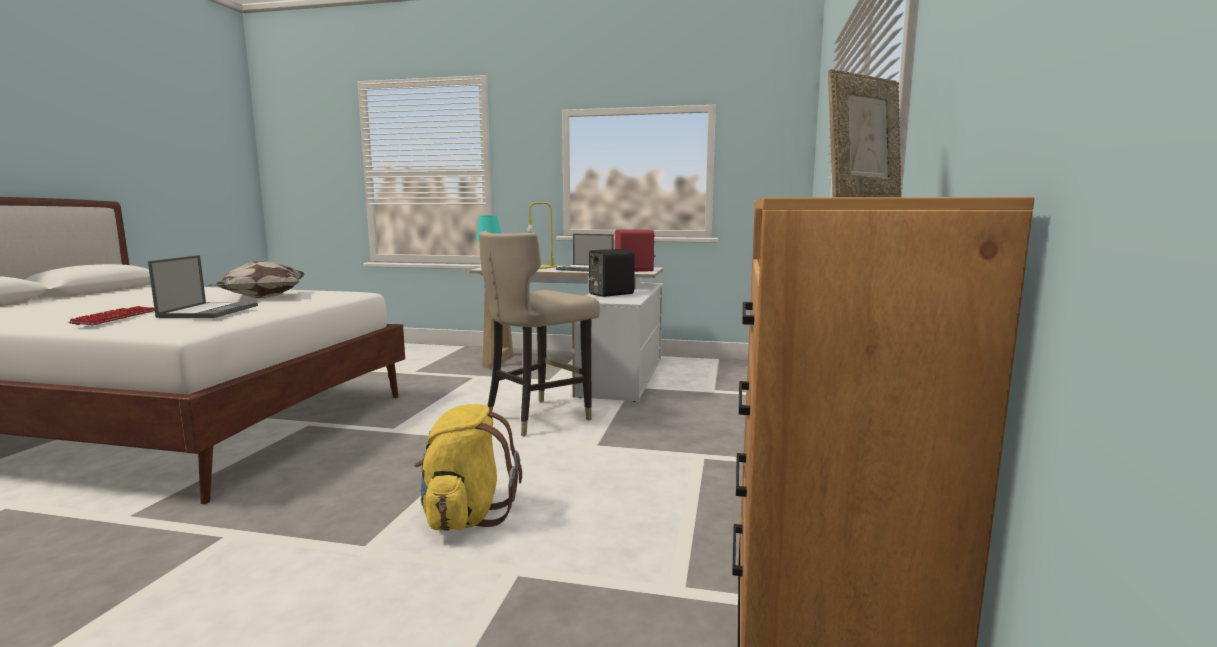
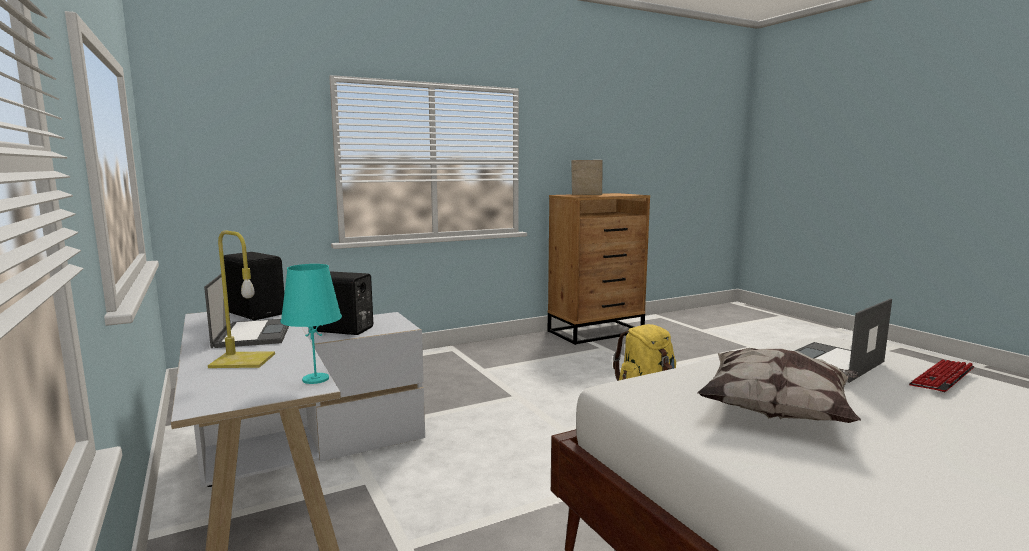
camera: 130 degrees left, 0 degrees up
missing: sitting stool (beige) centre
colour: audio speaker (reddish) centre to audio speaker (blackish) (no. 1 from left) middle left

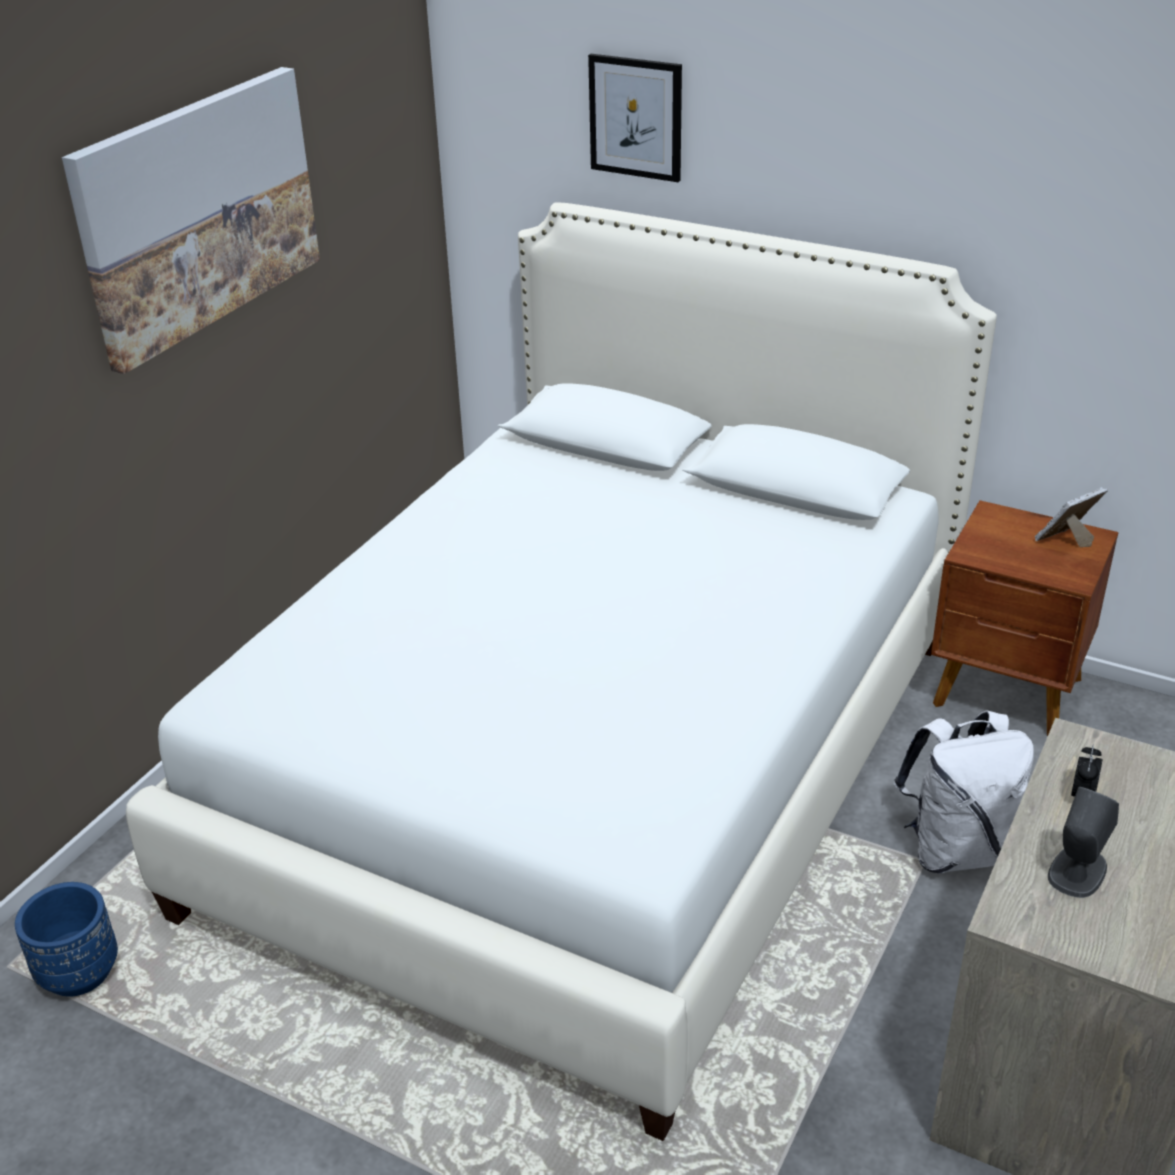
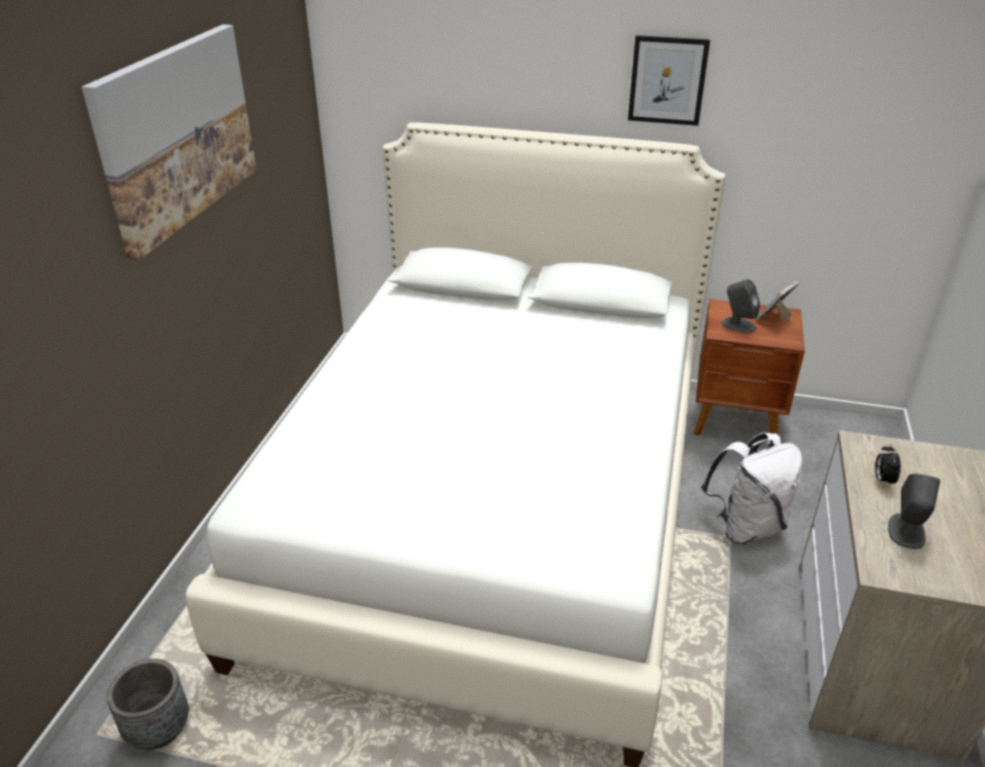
camera: 15 degrees left, 0 degrees up
appeared: audio speaker (gray) (no. 1 from left) middle right
relocated: wall picture (no. 2 from left) top centre to top right
colour: flower pot (blue-coloured) bottom left to flower pot (gray) bottom left

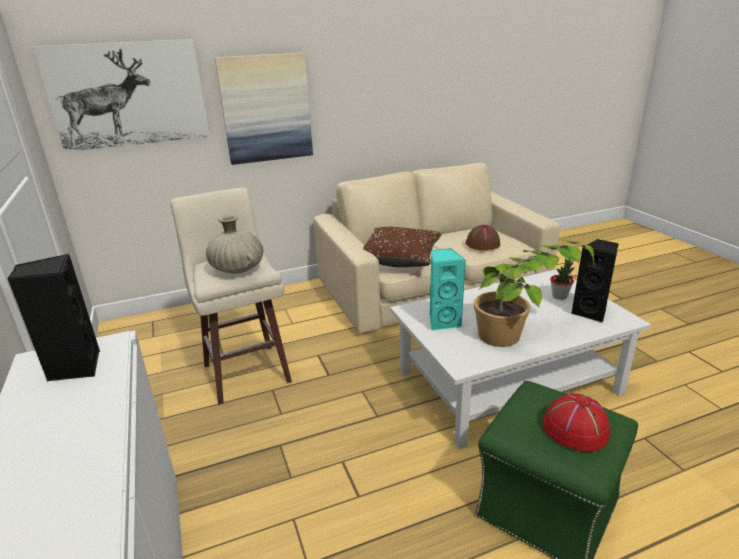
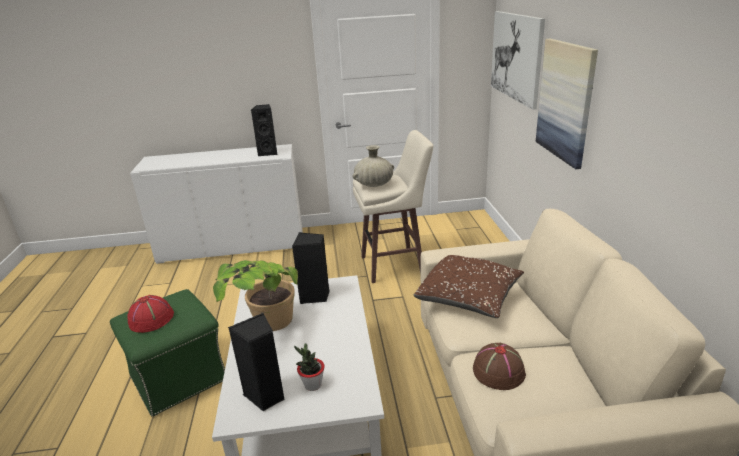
camera: 105 degrees right, 0 degrees up
colour: audio speaker (blue-green) centre to audio speaker (blackish) (no. 3 from left) centre

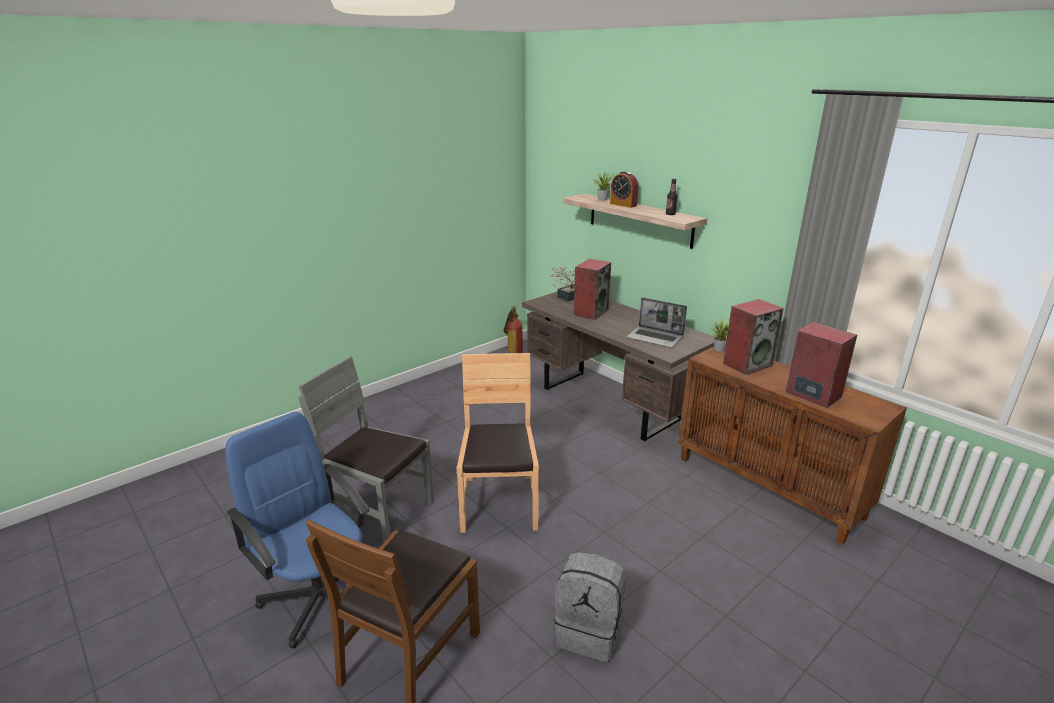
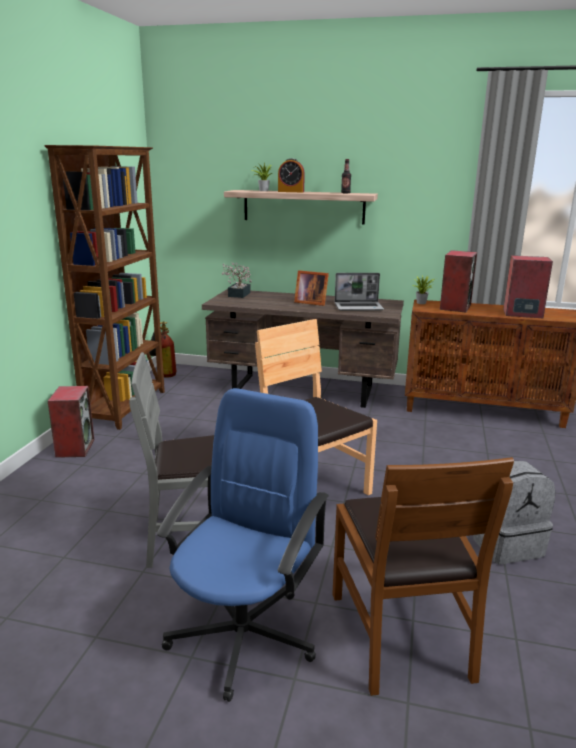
camera: 35 degrees left, 5 degrees down
appeared: bookshelf (brown) middle left; standing frame centre
relocated: audio speaker (no. 1 from left) centre to middle left
spun: desk chair (blue-coloured) bottom left = bottom centre 105 degrees clockwise

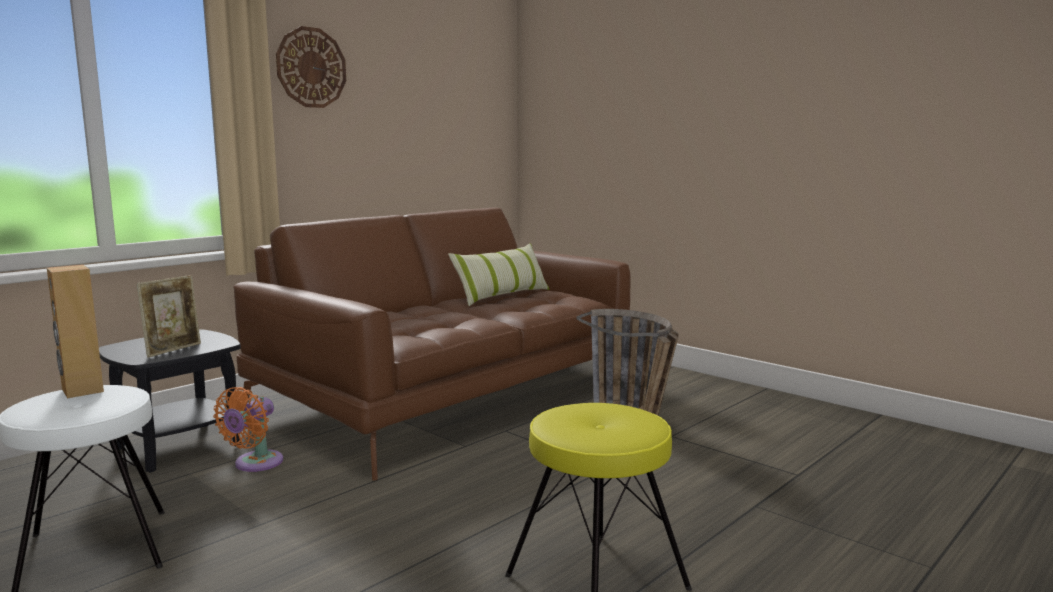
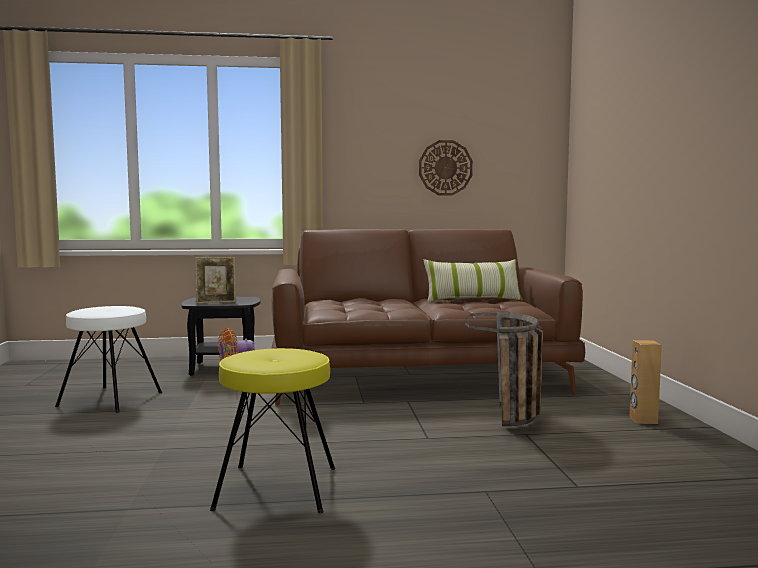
camera: 40 degrees right, 5 degrees down
relocated: audio speaker (brown) middle left to bottom right; clock on the wall top left to top centre

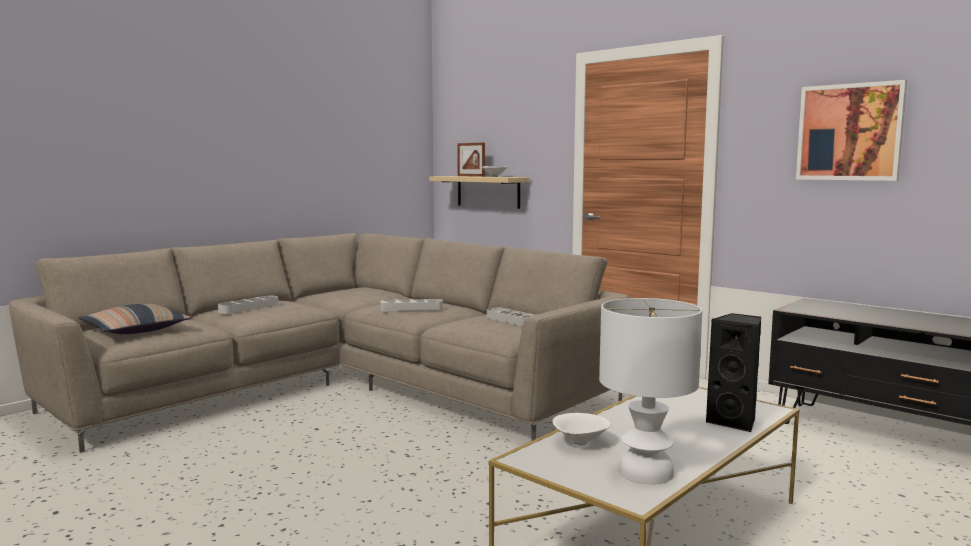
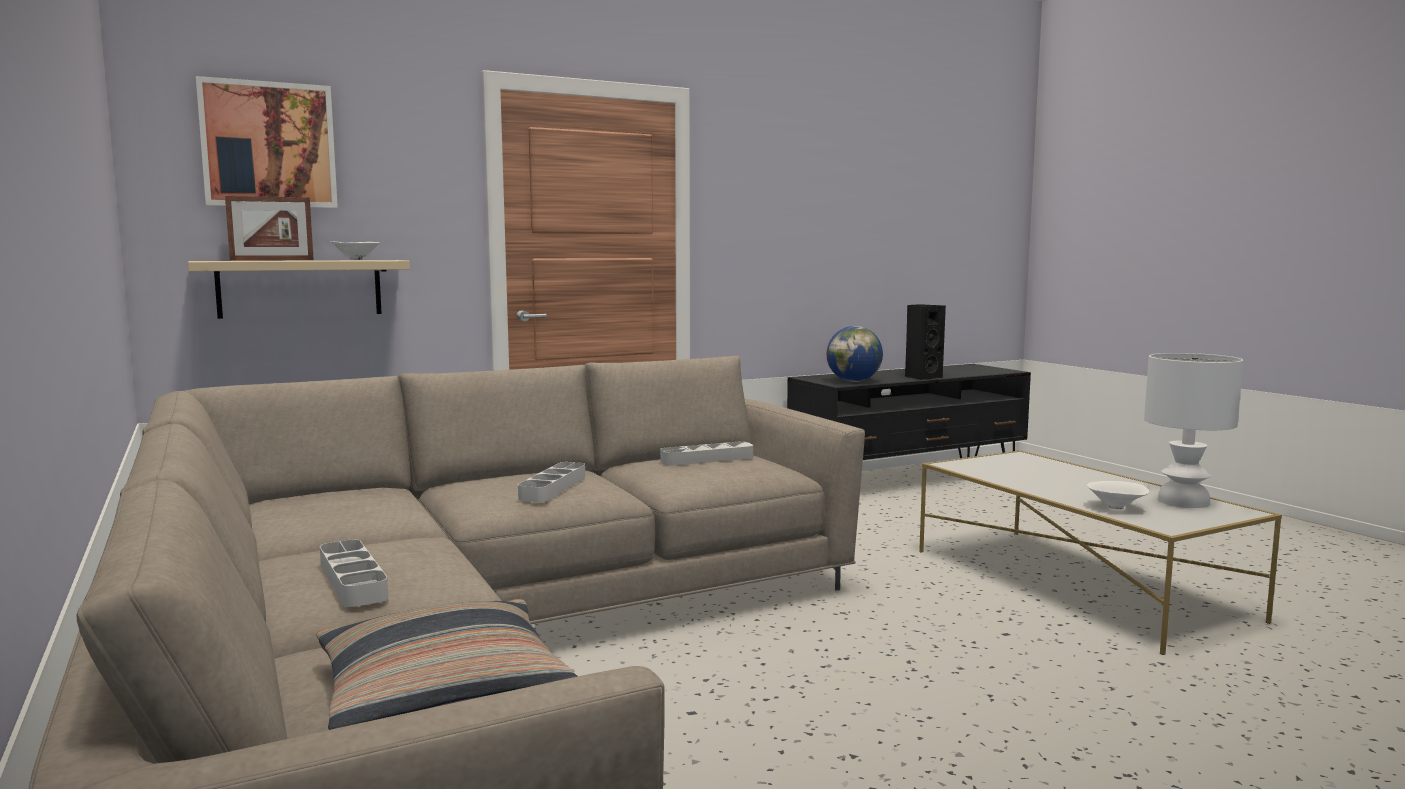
camera: 70 degrees left, 0 degrees up
appeared: world globe centre
relocated: audio speaker (blackish) bottom right to centre; wall picture top right to top left

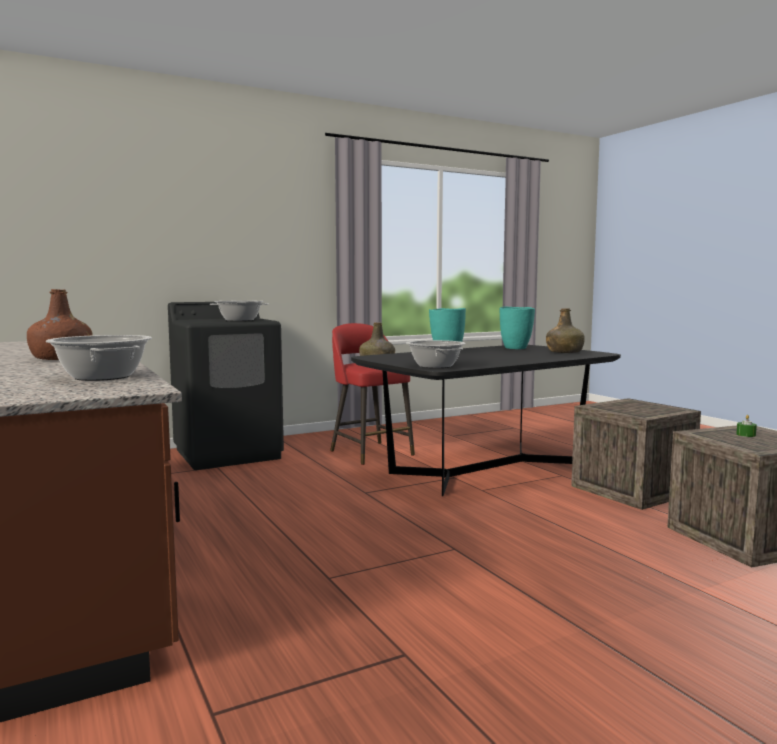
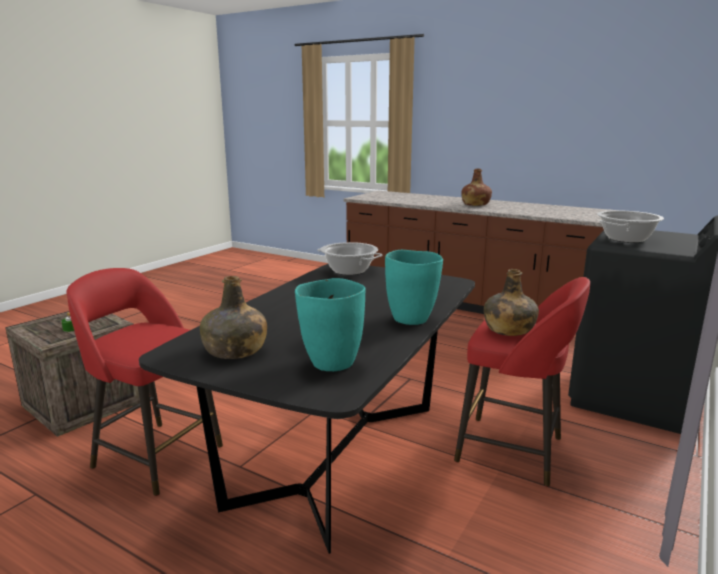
camera: 150 degrees right, 10 degrees up
missing: saucepot (no. 1 from left) middle left
exchanged: packing crate (no. 1 from left) middle right to sitting stool (reddish) (no. 1 from left) middle left

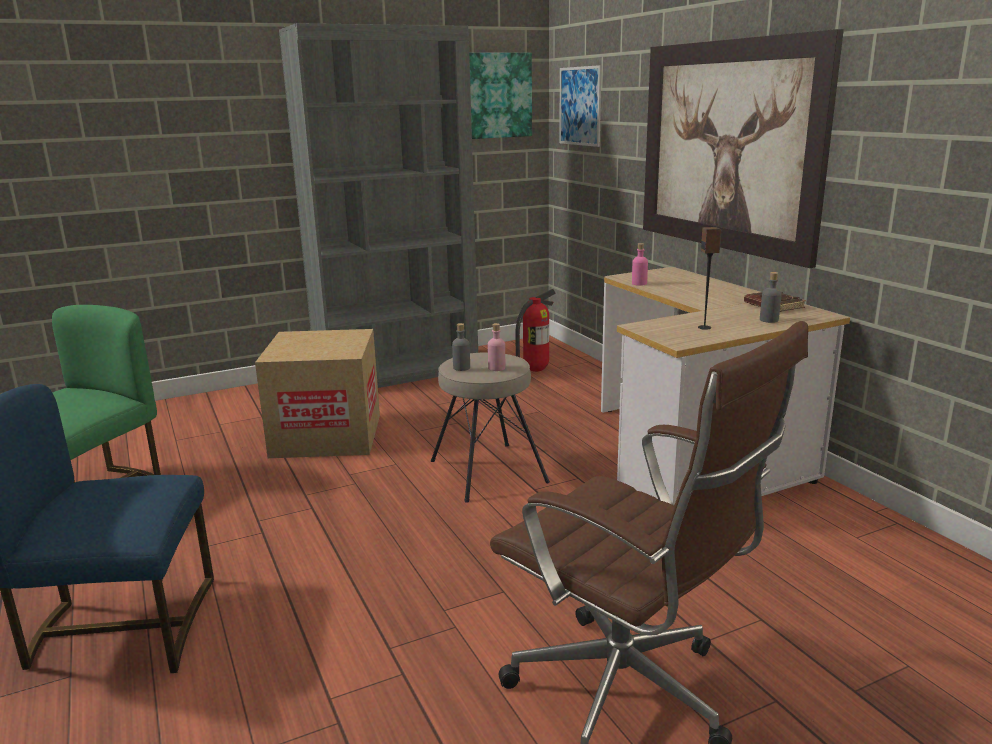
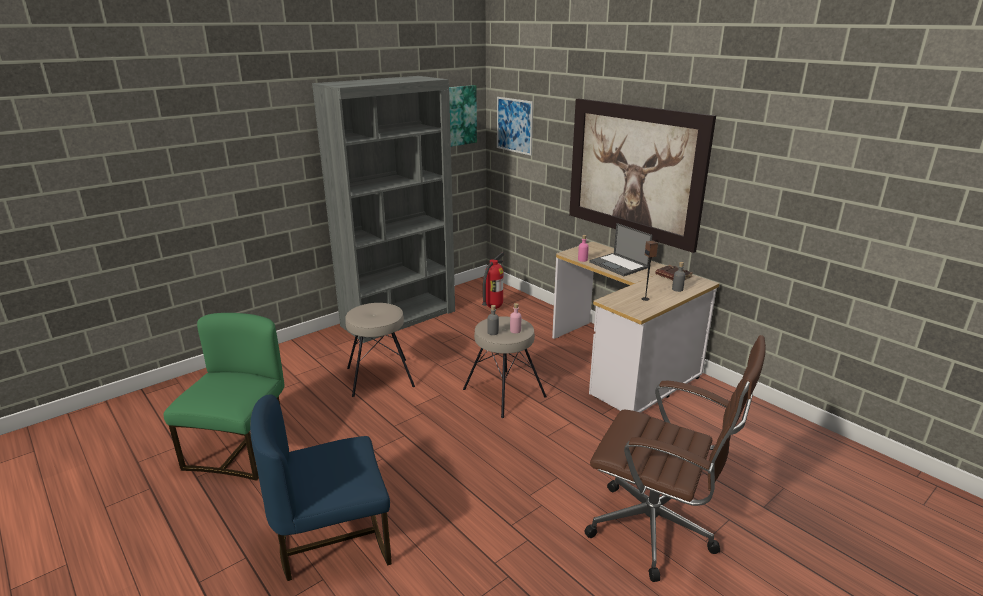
camera: 15 degrees left, 5 degrees up
appeared: notebook computer centre
exchanged: carton middle left to sitting stool (beige) (no. 1 from left) centre

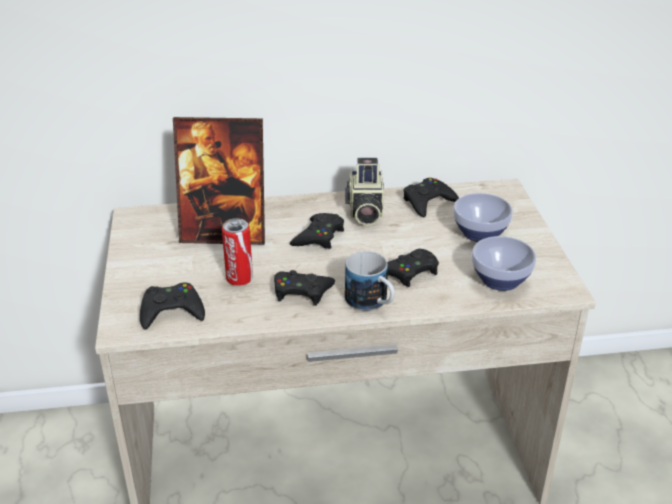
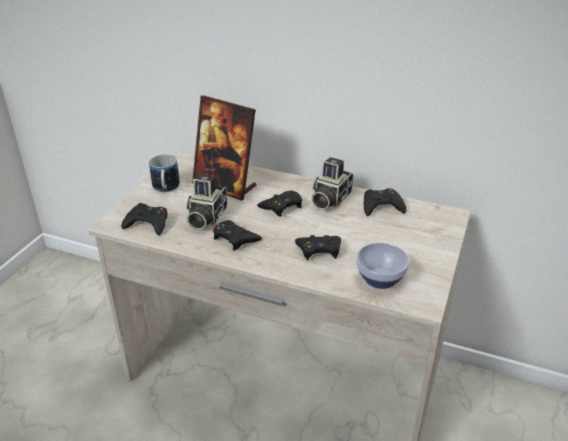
camera: 30 degrees right, 0 degrees up
missing: deep dish (no. 1 from left) middle right
relocated: coffee mug centre to middle left
exchanged: metal can centre to photo camera (no. 1 from left) centre

